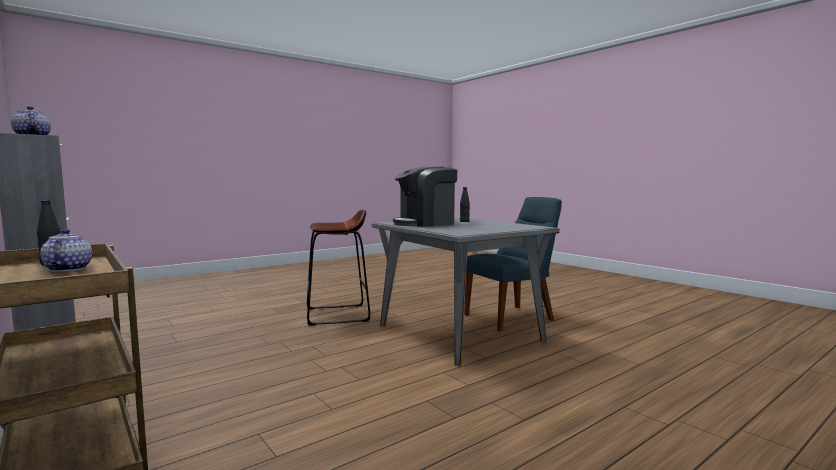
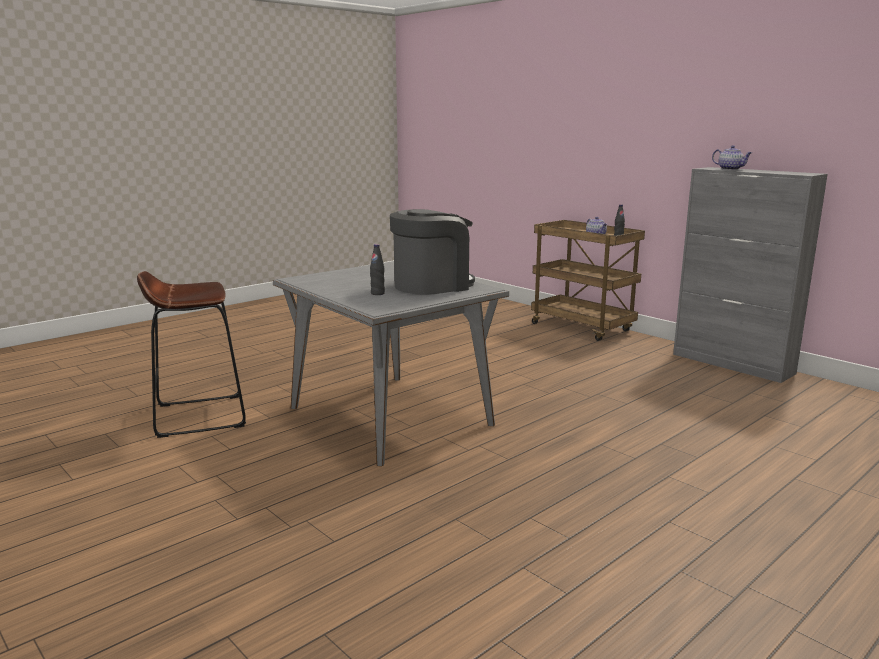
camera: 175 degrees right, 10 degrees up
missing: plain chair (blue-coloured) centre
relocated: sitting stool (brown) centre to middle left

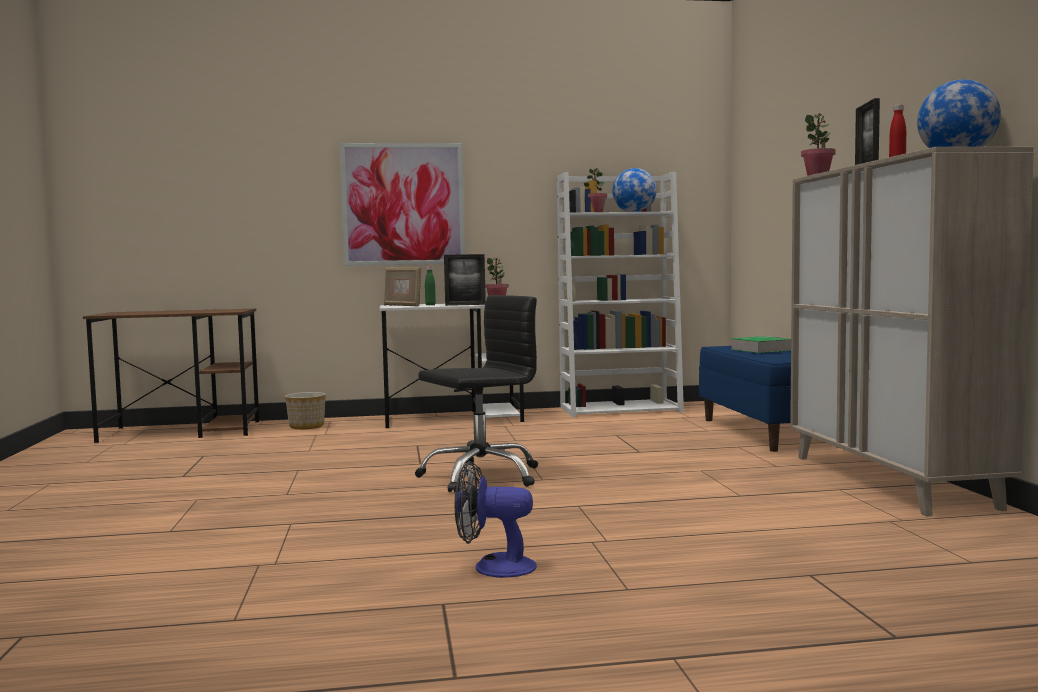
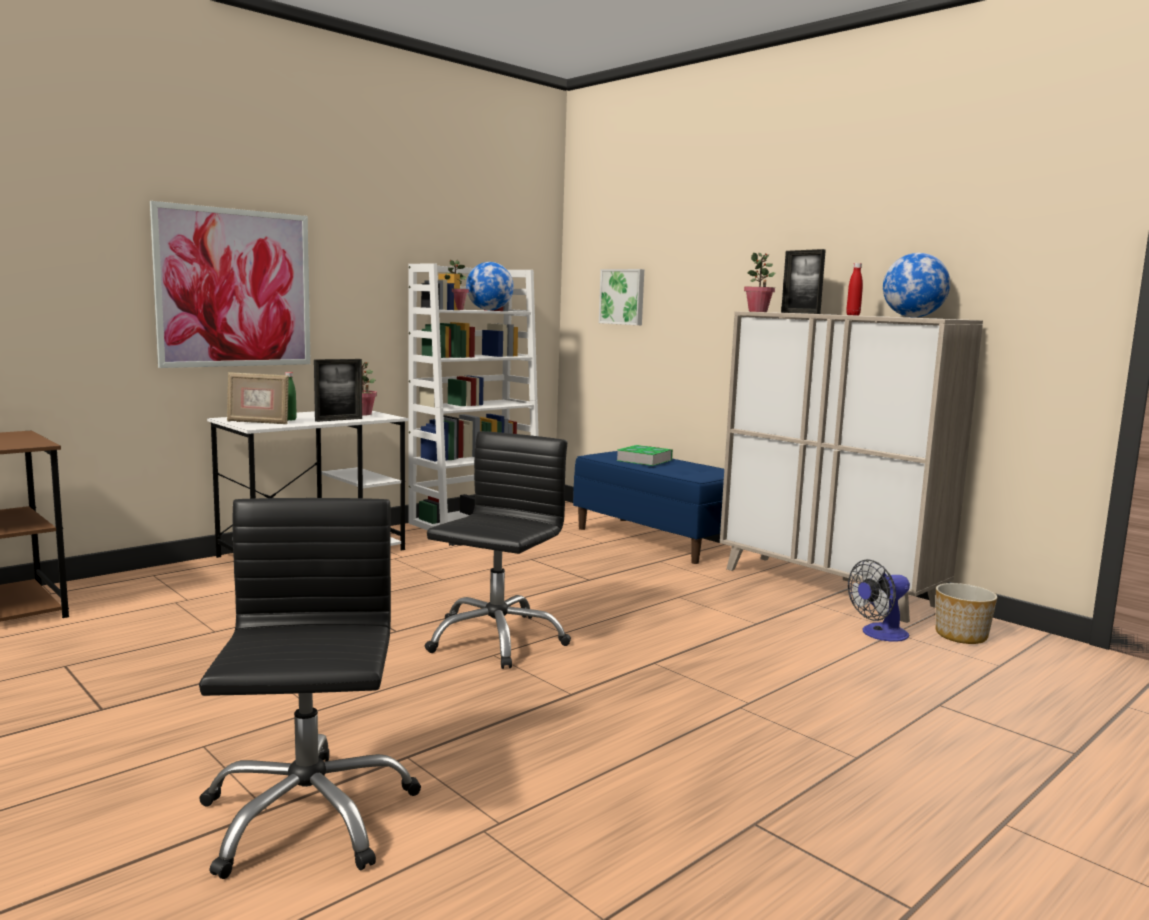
camera: 35 degrees left, 5 degrees up
appeared: desk chair (blackish) (no. 1 from left) bottom left; wall picture (no. 2 from left) top centre
relocated: flower pot middle left to middle right; electric fan bottom centre to middle right

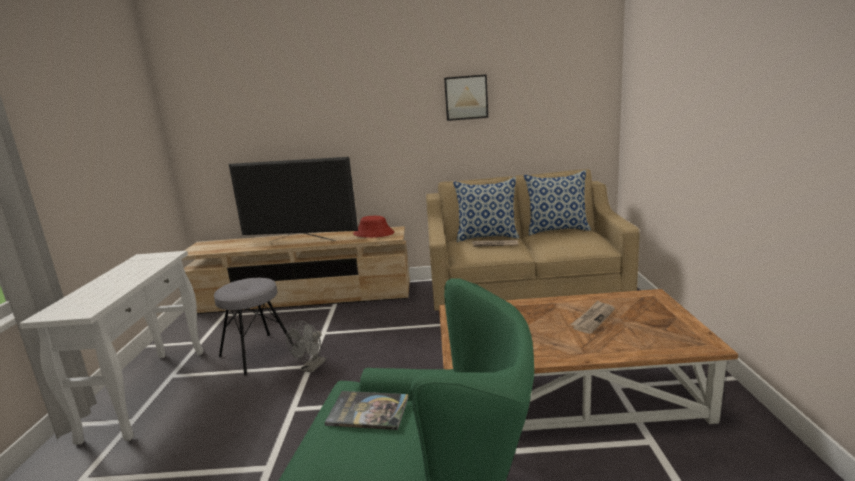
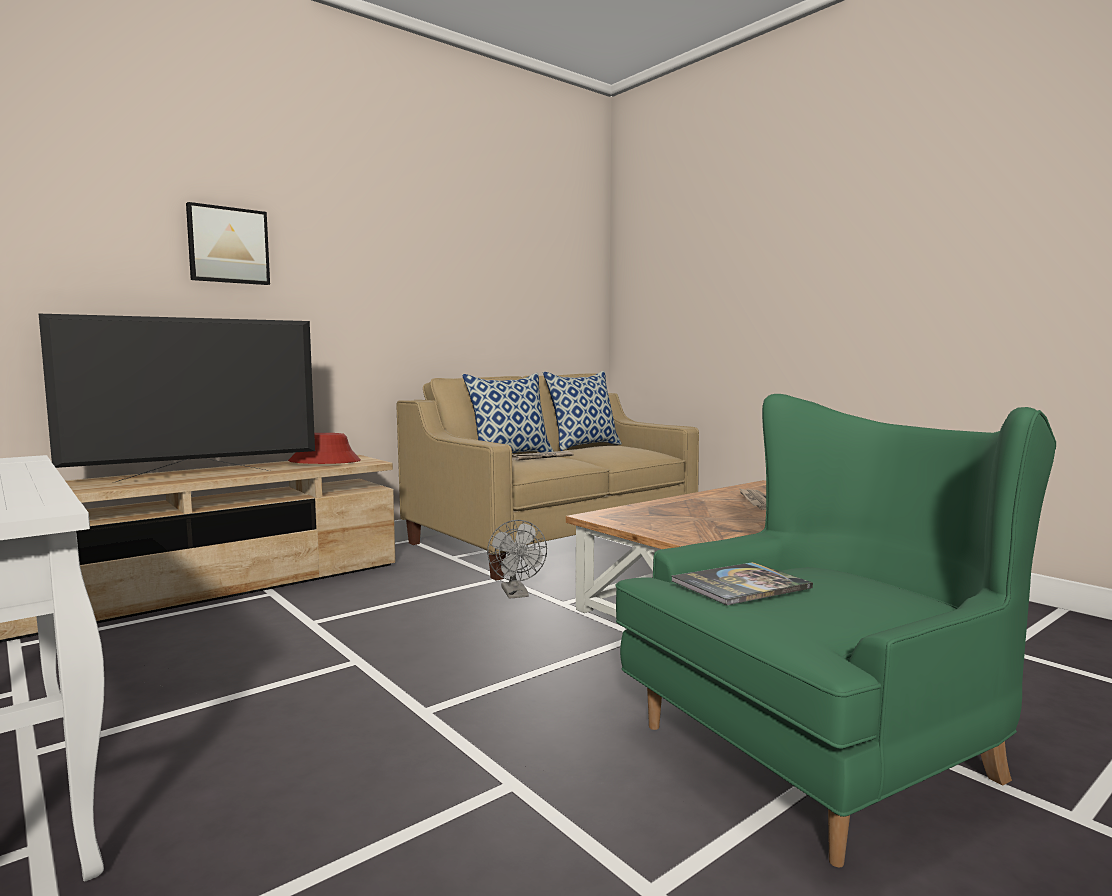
camera: 40 degrees left, 10 degrees down
missing: sitting stool (gray) bottom left
relocated: electric fan (gray) bottom centre to centre; wall picture top centre to top left

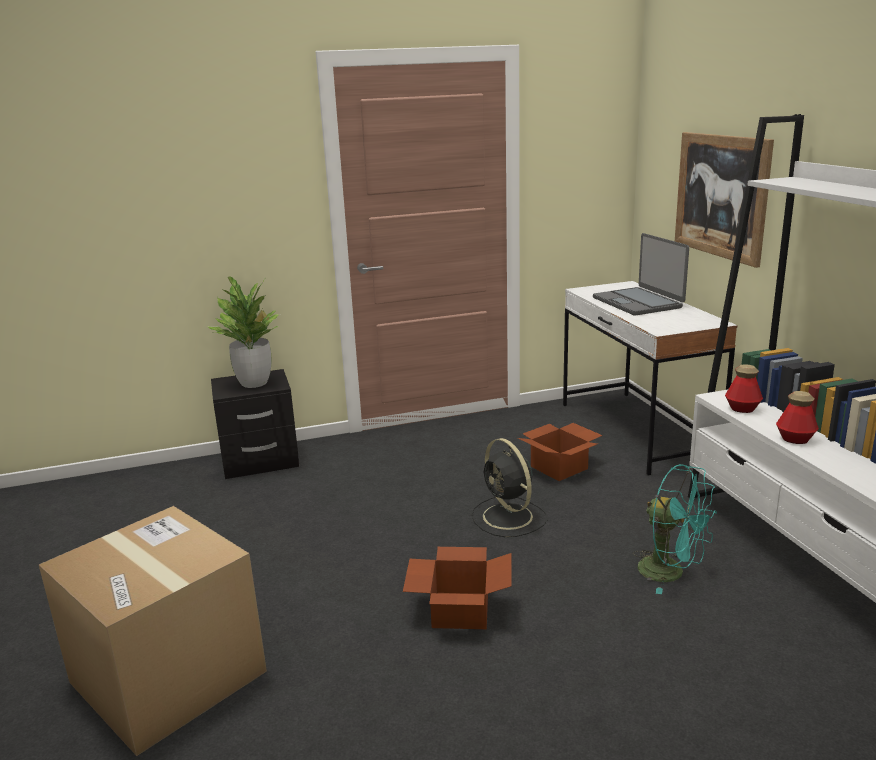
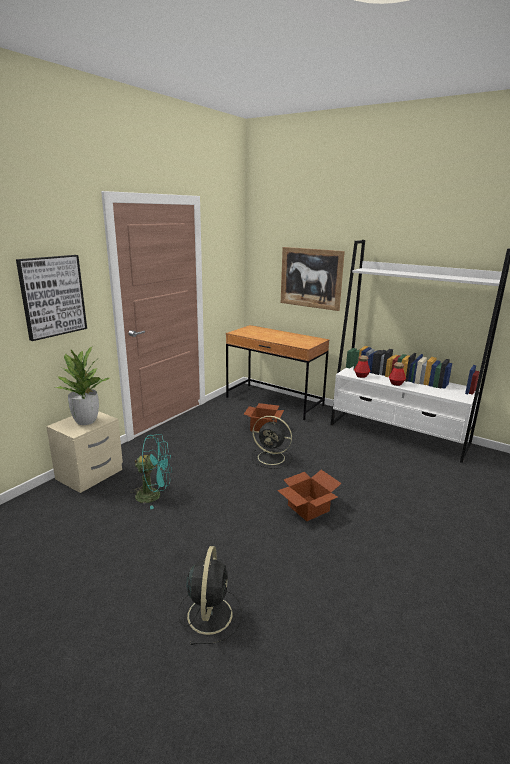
camera: 40 degrees left, 0 degrees up
missing: notebook computer middle right
appeared: wall picture (no. 1 from left) middle left
relocated: electric fan (blue-green) bottom right to middle left
exchanged: carton (no. 1 from left) bottom left to electric fan (blackish) (no. 1 from left) bottom centre
colour: bedside table (blackish) middle left to bedside table (beige) middle left; desk unit (white) middle right to desk unit (brown) centre

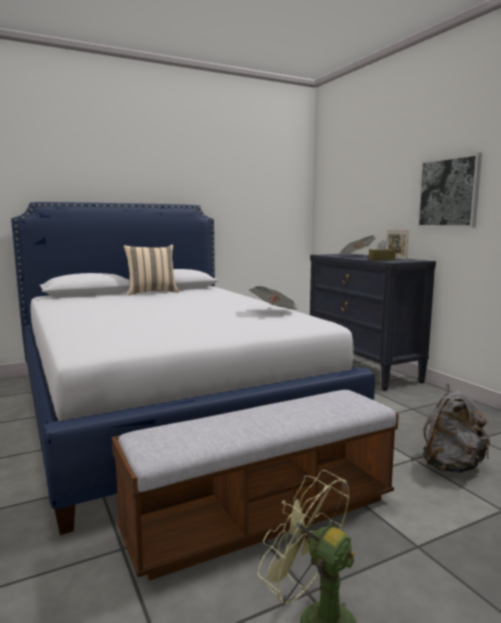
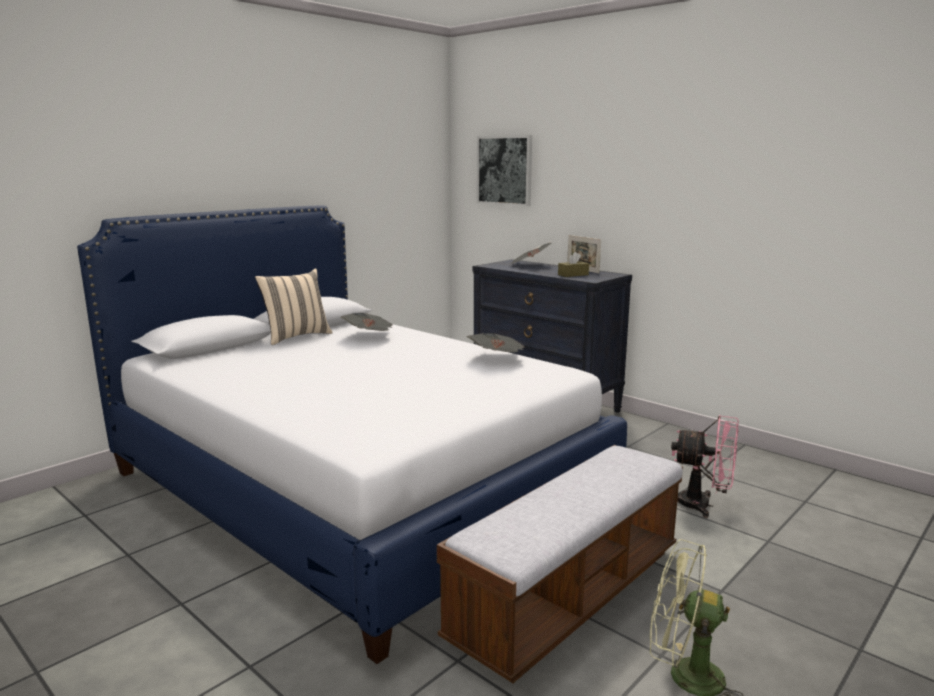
camera: 20 degrees left, 5 degrees up
appeared: daily paper (no. 1 from left) centre
relocated: wall picture top right to top centre
exchanged: rucksack (gray) bottom right to electric fan (pink-coloured) bottom right

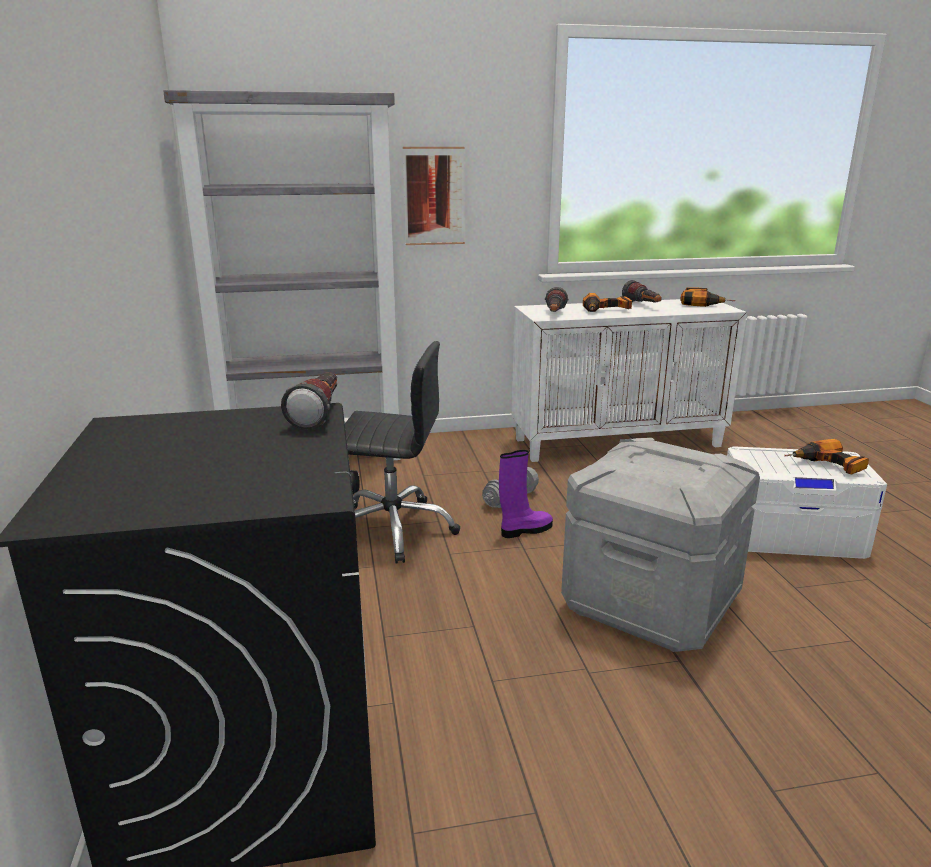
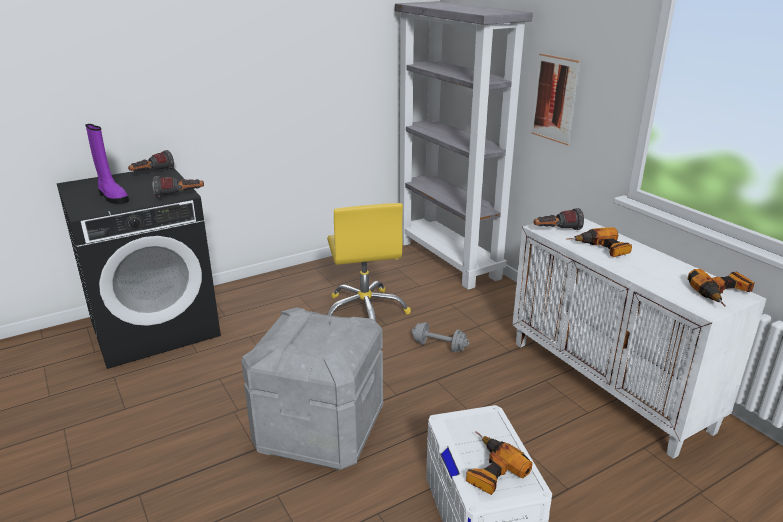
camera: 70 degrees right, 5 degrees up
relocated: boot (purple) centre to top left; torch (no. 3 from left in the first image) middle right to torch (no. 1 from left) top left
colour: desk chair (blackish) centre to desk chair (yellow-coloured) centre

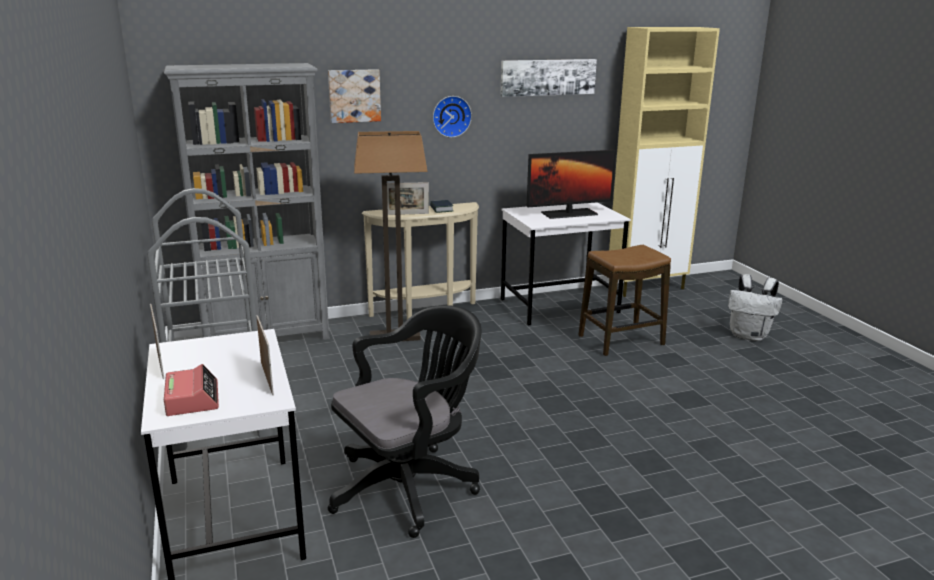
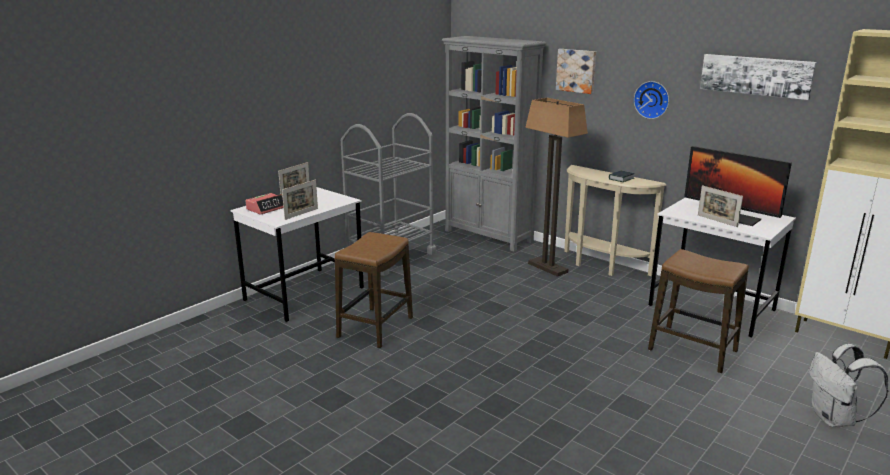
camera: 60 degrees right, 0 degrees up
relocated: standing frame (no. 3 from left) centre to middle right
exchanged: desk chair (blackish) bottom centre to sitting stool (no. 1 from left) centre

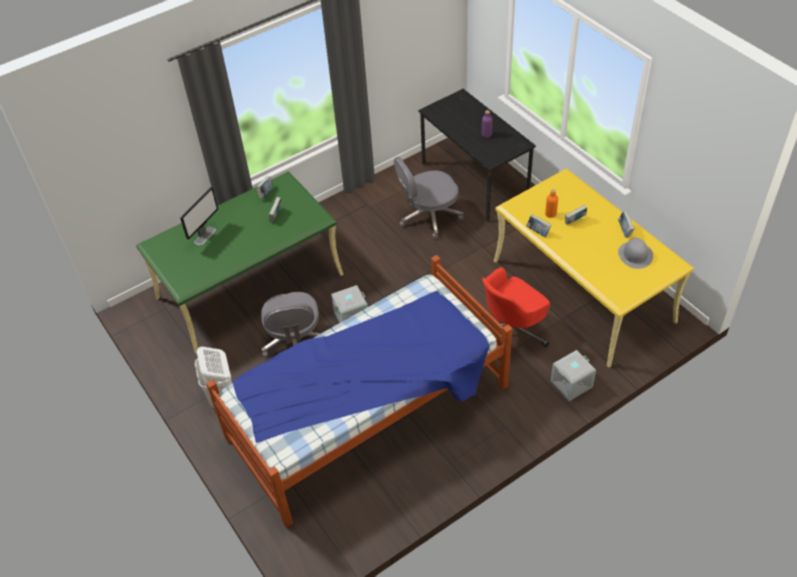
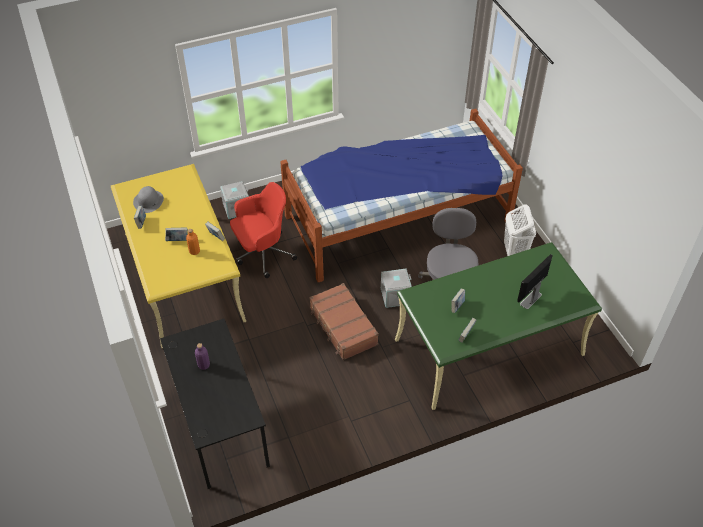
camera: 170 degrees left, 0 degrees up
missing: desk chair (gray) (no. 2 from left) centre
appeared: travel case (brown) centre

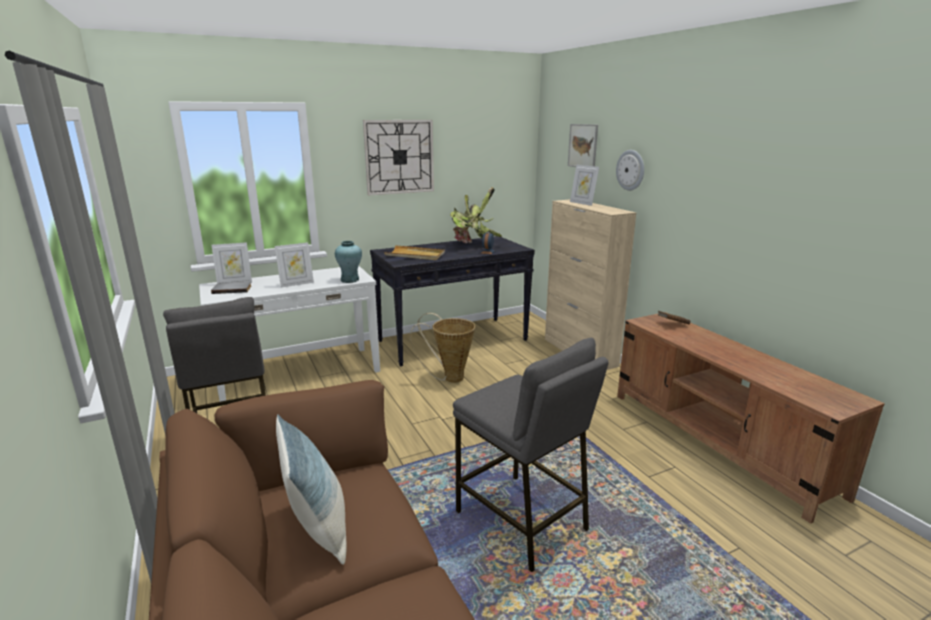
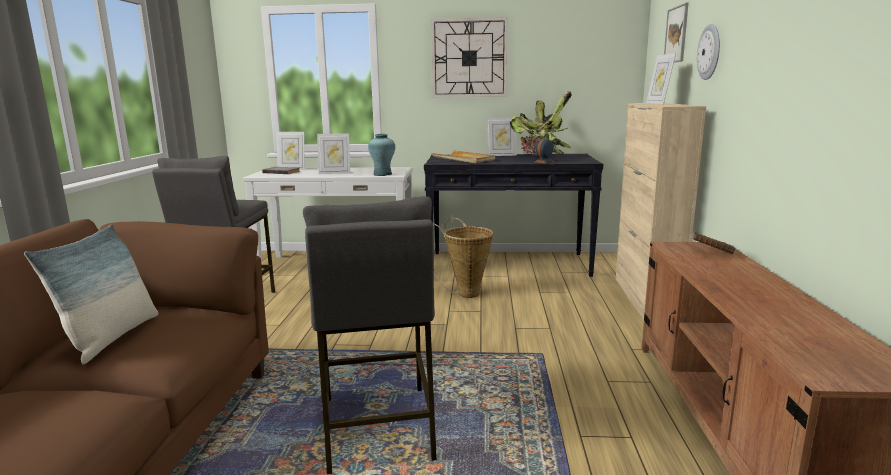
camera: 30 degrees right, 5 degrees down
appeared: standing frame (no. 3 from left) top centre

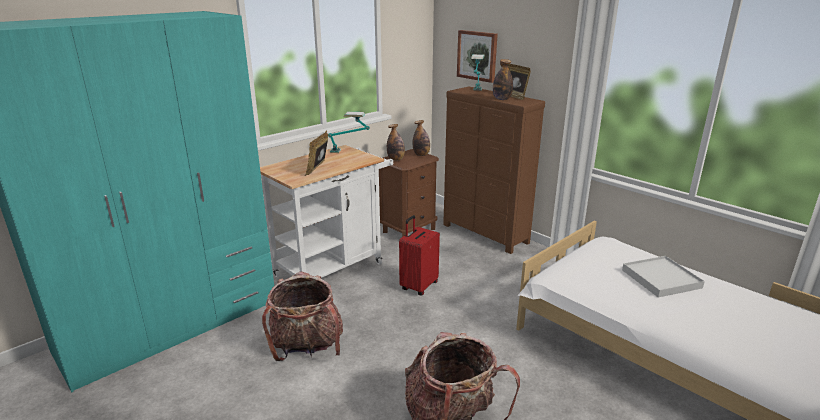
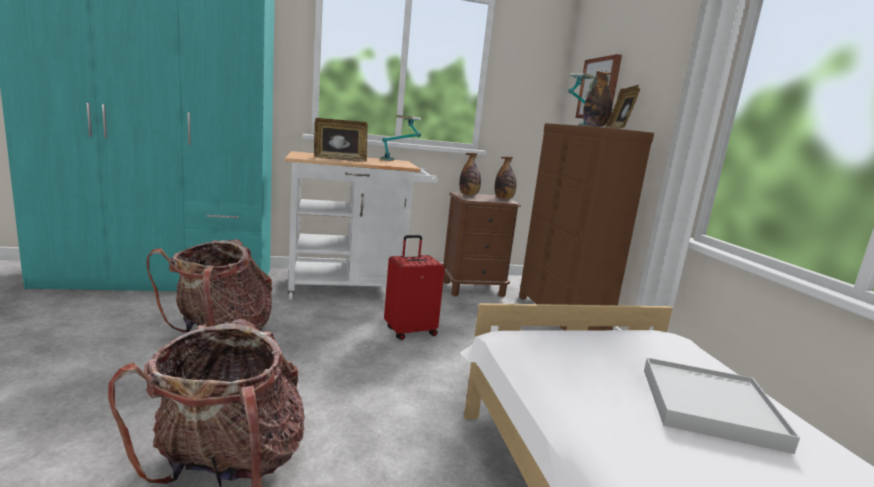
camera: 30 degrees right, 10 degrees down
spun: standing frame (no. 1 from left) centre = top centre 150 degrees counterclockwise

